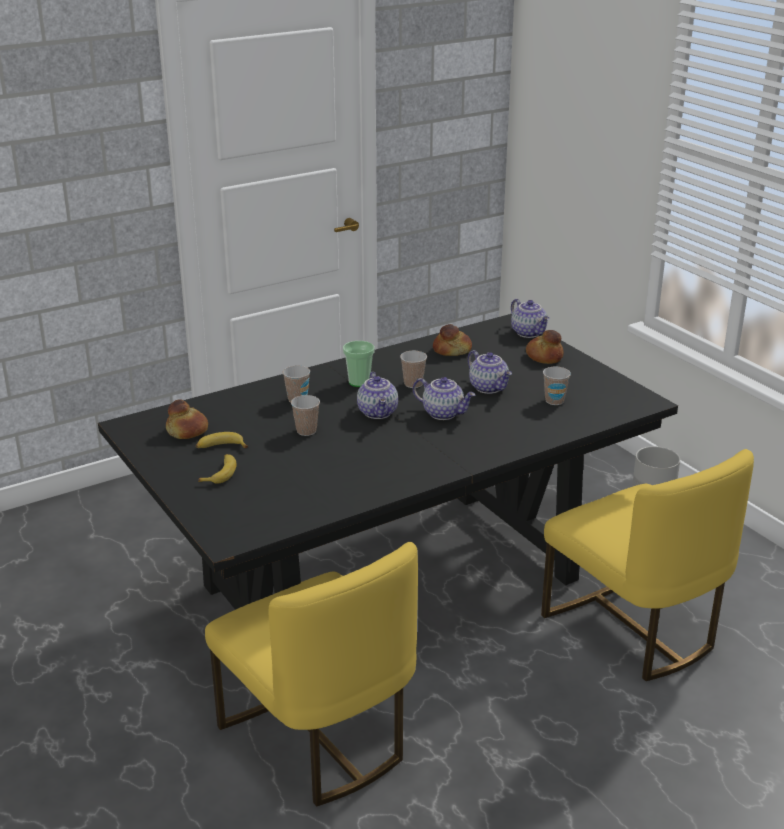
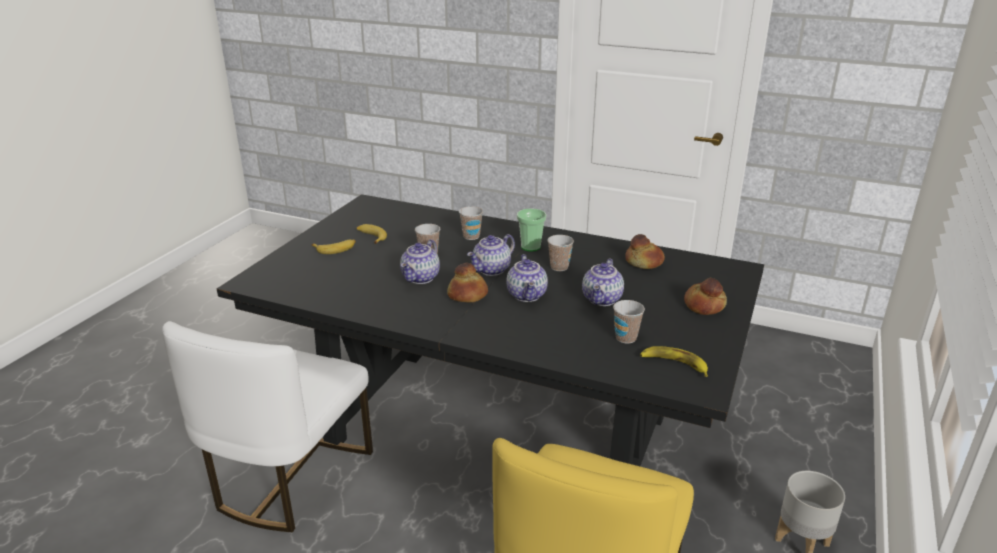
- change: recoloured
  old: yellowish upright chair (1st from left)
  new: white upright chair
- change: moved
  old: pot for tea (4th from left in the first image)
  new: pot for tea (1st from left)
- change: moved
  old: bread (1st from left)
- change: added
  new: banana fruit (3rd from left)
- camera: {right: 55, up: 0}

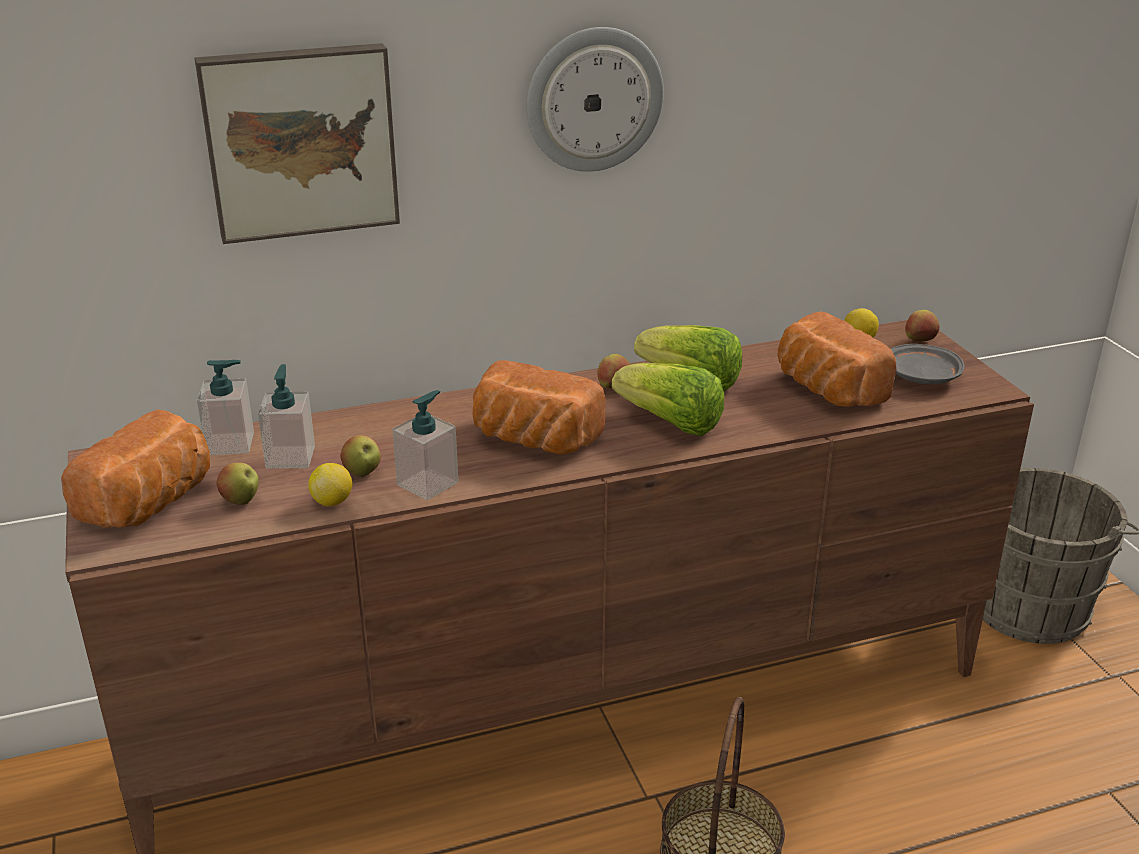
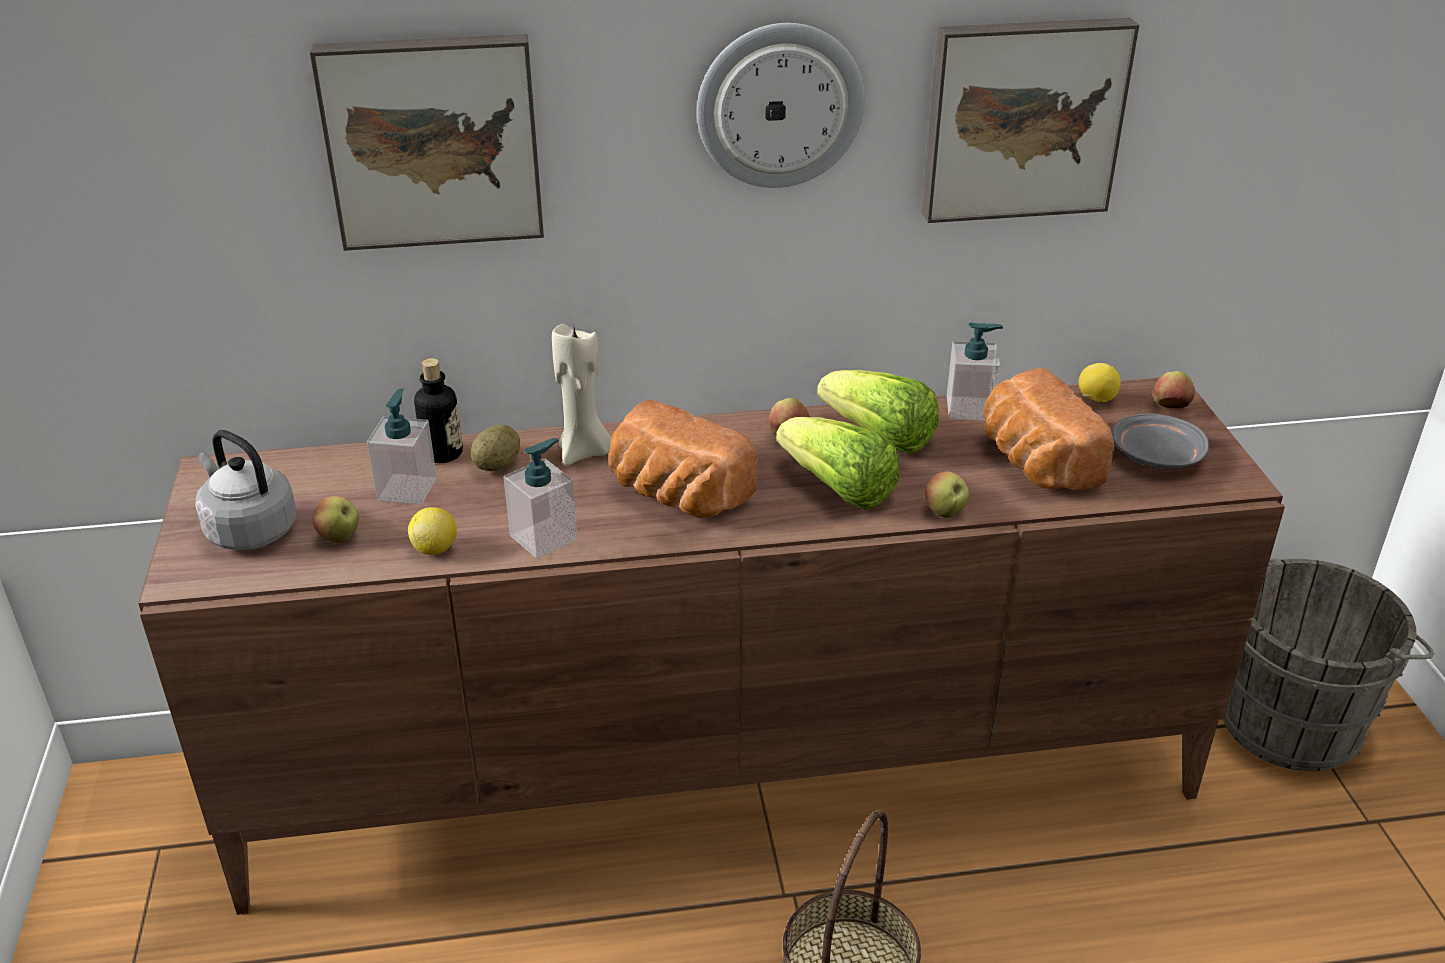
- change: replaced
  old: bread (1st from left)
  new: greyish kettle
- change: added
  new: beverage bottle
- change: added
  new: spud
- change: added
  new: sand-coloured wax candle
- change: added
  new: picture (2nd from left)
- change: moved
  old: apple fruit (2nd from left in the first image)
  new: apple fruit (3rd from left)
- change: moved
  old: soap dispenser (1st from left in the first image)
  new: soap dispenser (3rd from left)
- camera: {right: 10, up: 5}

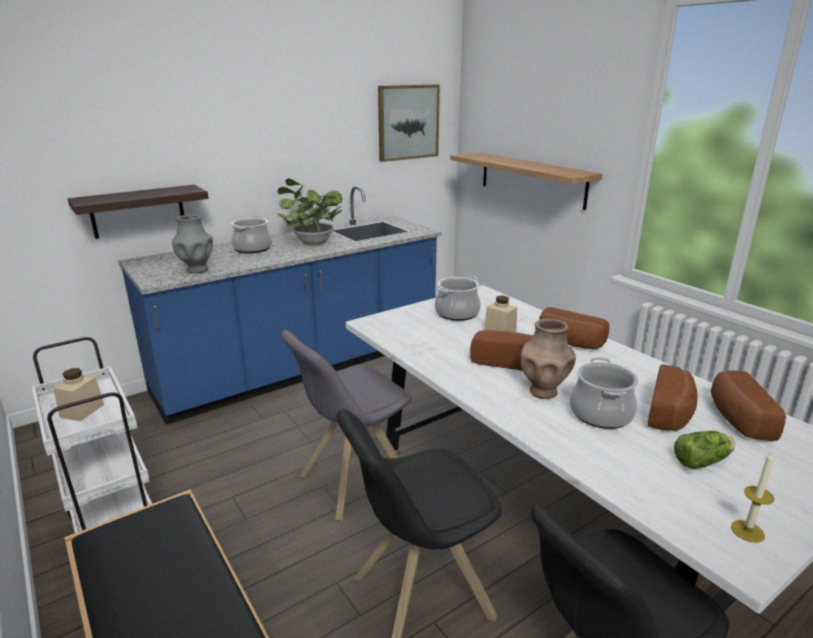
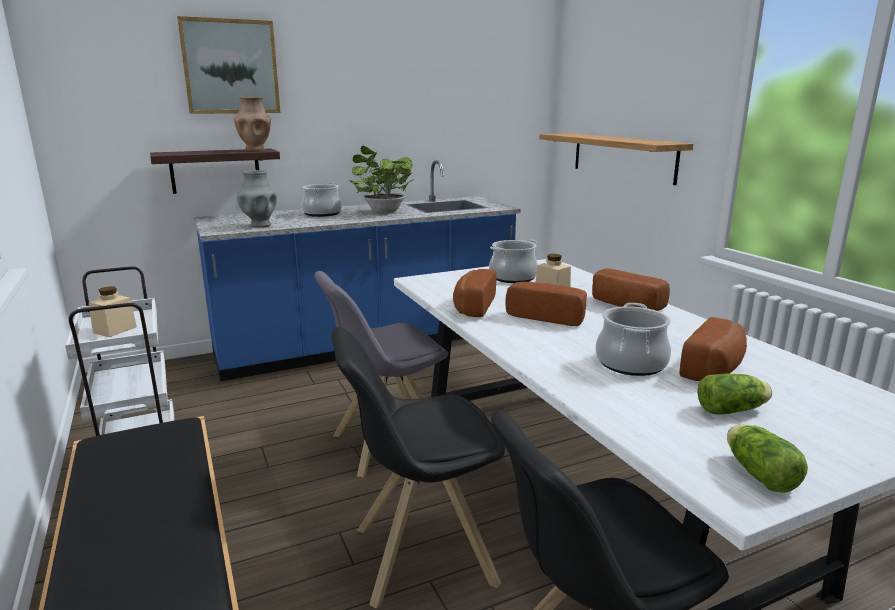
- change: moved
  old: picture
- change: moved
  old: brown flower vase
- change: moved
  old: bread (4th from left in the first image)
  new: bread (1st from left)
- change: replaced
  old: wax candle
  new: head of lettuce (2nd from left)
- camera: {right: 10, up: -5}

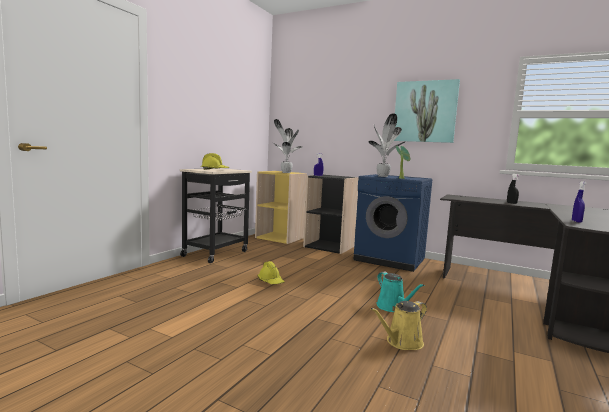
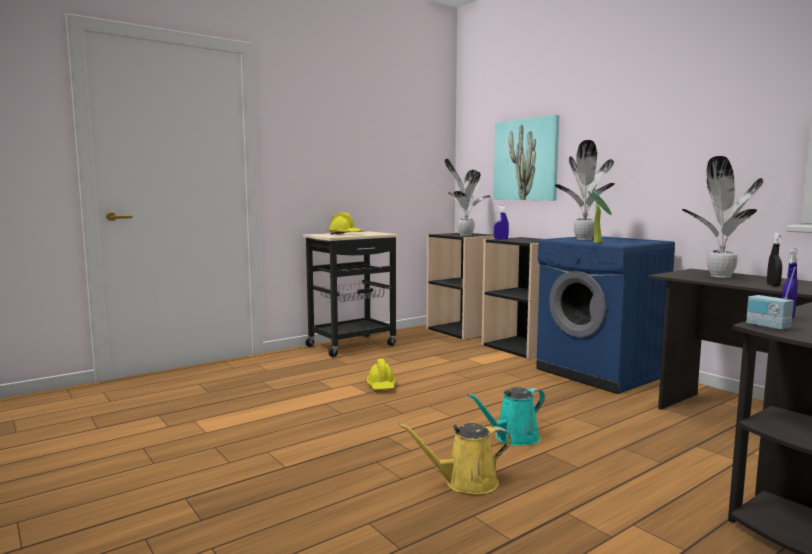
- change: recoloured
  old: yellowish bookcase
  new: black bookcase (1st from left)
- change: turned
  old: turquoise sprinkling can
  degrees: 60
- change: moved
  old: picture
- change: added
  new: houseplant (4th from left)
- change: added
  new: radio
- camera: {right: 25, up: 0}

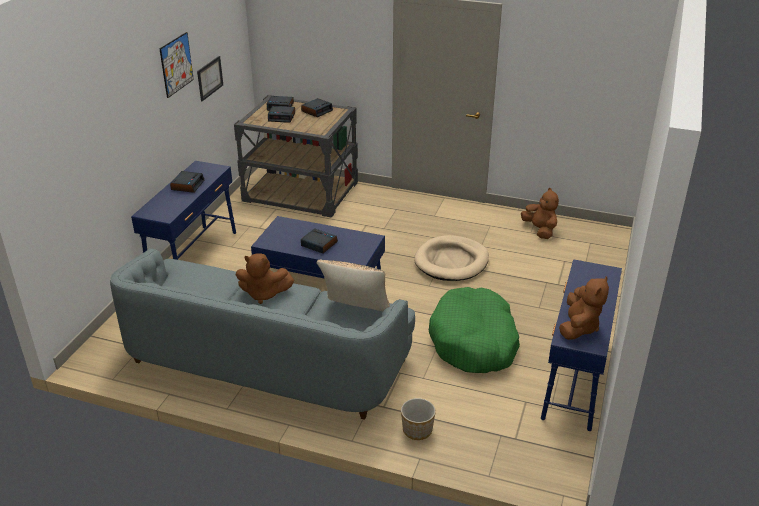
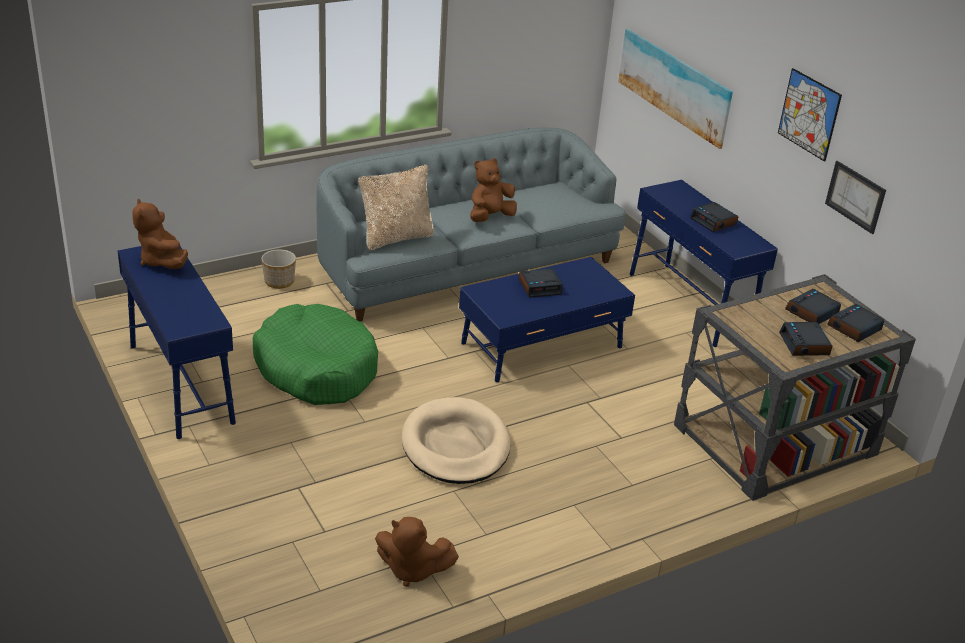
- change: added
  new: picture (1st from left)
- camera: {right: 130, up: 0}

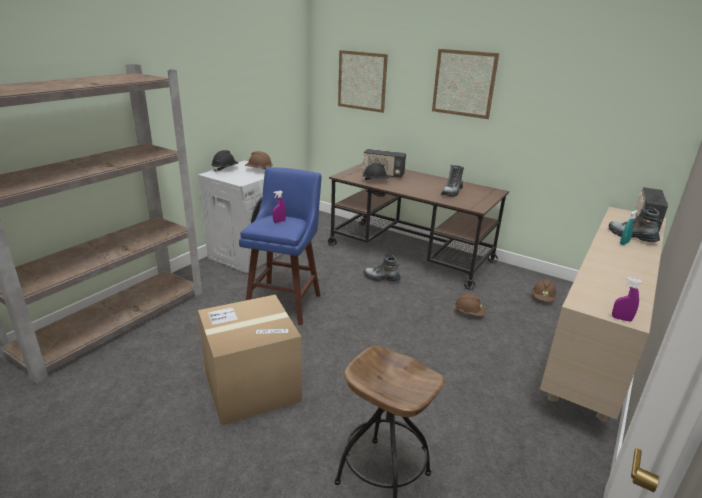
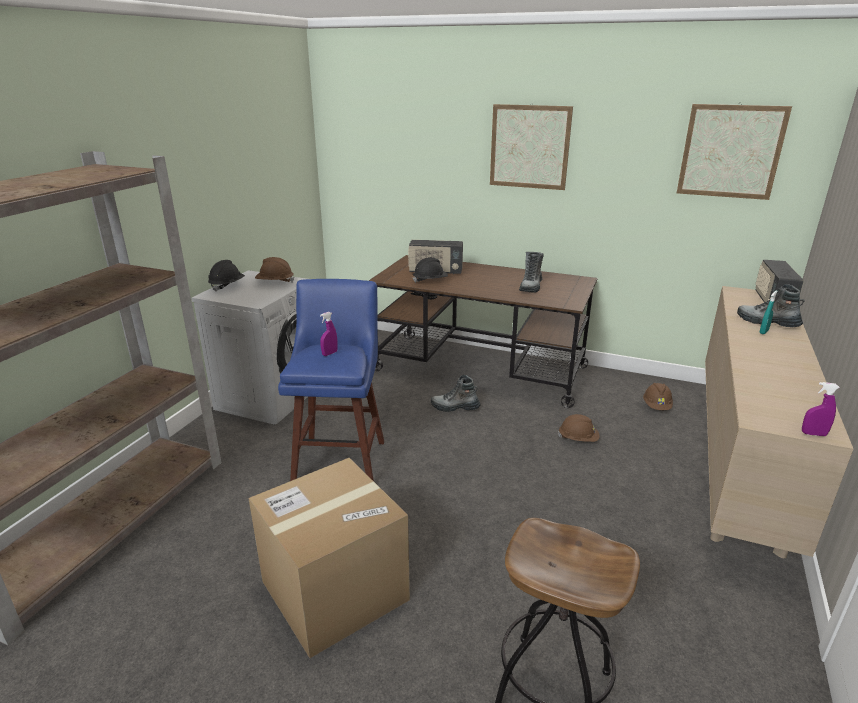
- change: moved
  old: picture (1st from left in the first image)
  new: picture (2nd from left)
- camera: {right: -10, up: 0}

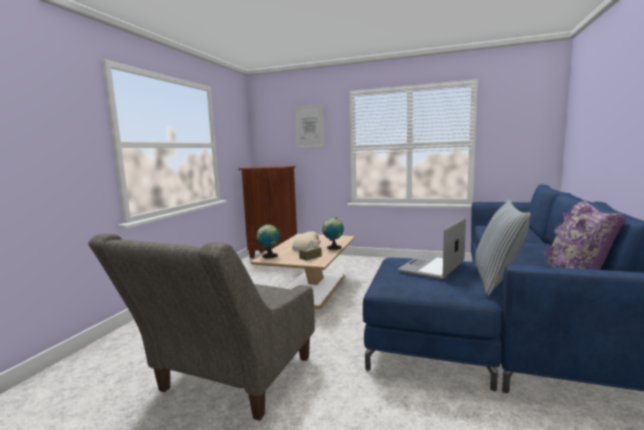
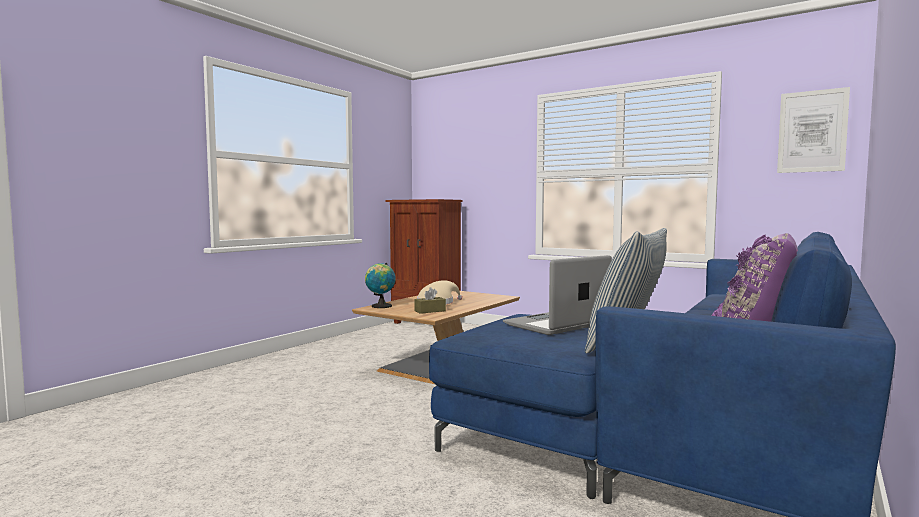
- change: moved
  old: picture
- change: removed
  old: greyish easy chair
- change: removed
  old: desk globe (2nd from left)
- camera: {right: 15, up: -5}

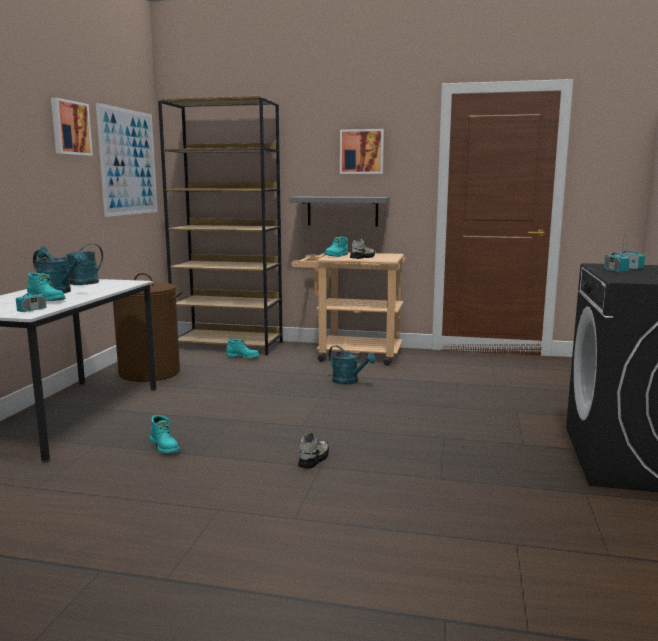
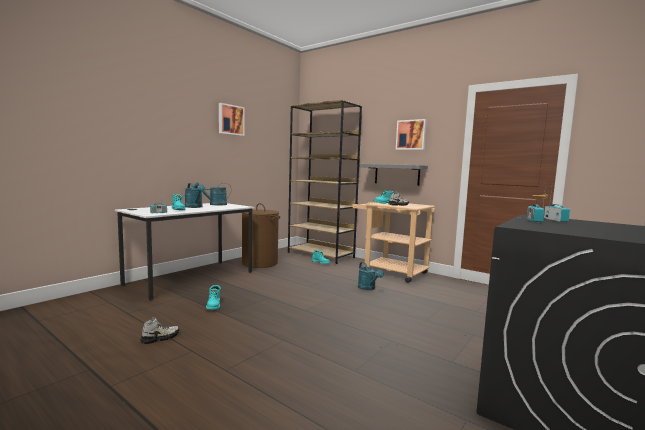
- change: moved
  old: item of footwear (1st from left)
- change: removed
  old: picture (2nd from left)
- camera: {right: 25, up: -5}

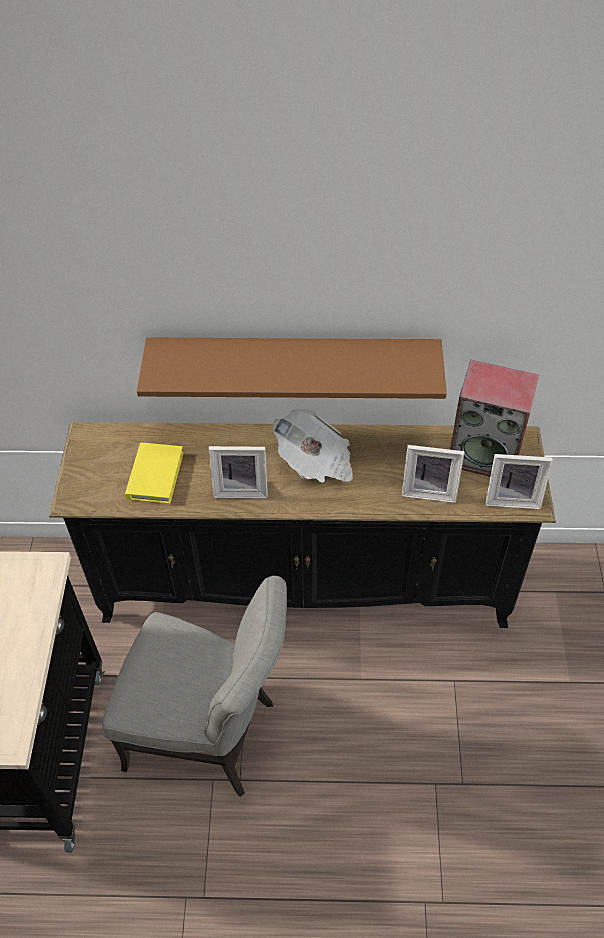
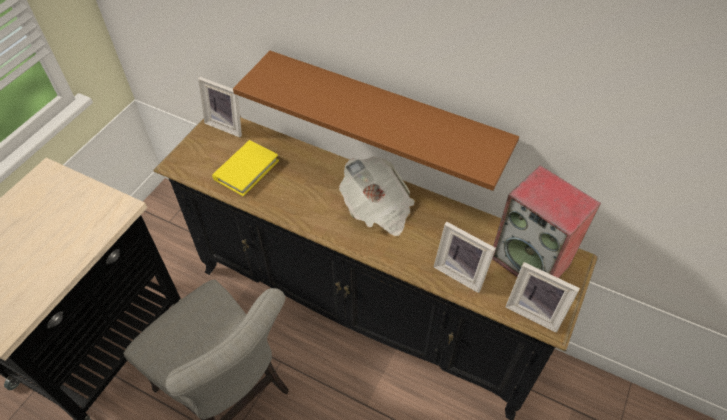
- change: moved
  old: picture frame (1st from left)
- camera: {right: 25, up: 0}

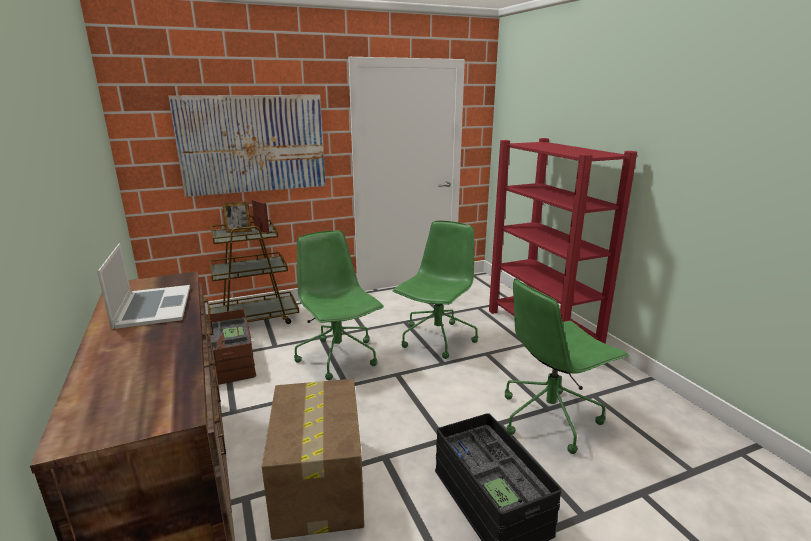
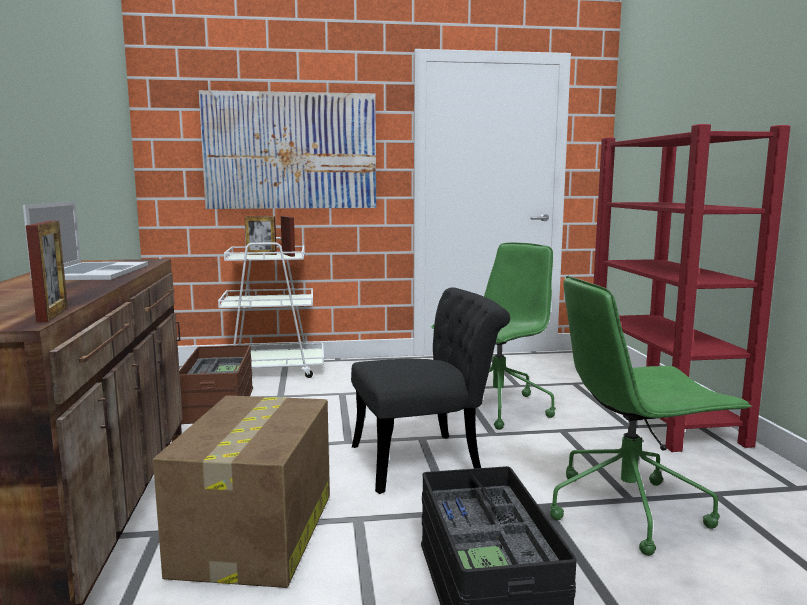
- change: added
  new: picture frame (1st from left)
- change: recoloured
  old: brown cart
  new: white cart
- change: added
  new: black upright chair
- change: removed
  old: green-coloured office chair (1st from left)
- camera: {right: 15, up: -10}

